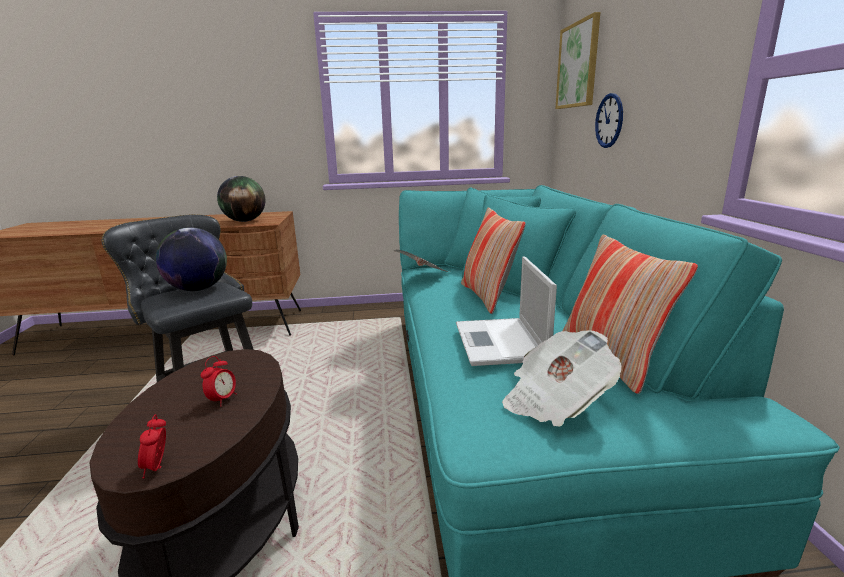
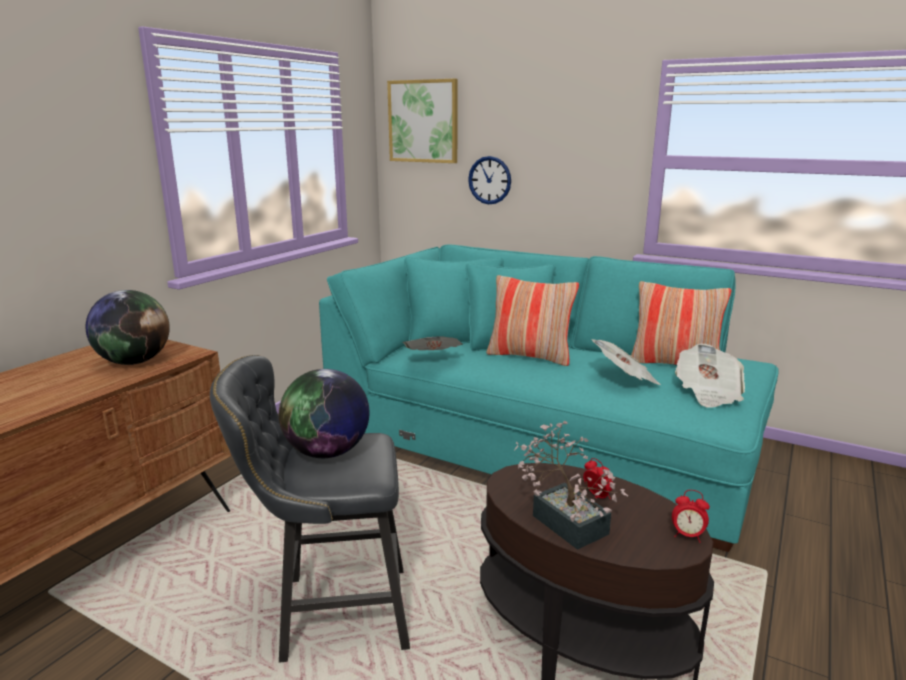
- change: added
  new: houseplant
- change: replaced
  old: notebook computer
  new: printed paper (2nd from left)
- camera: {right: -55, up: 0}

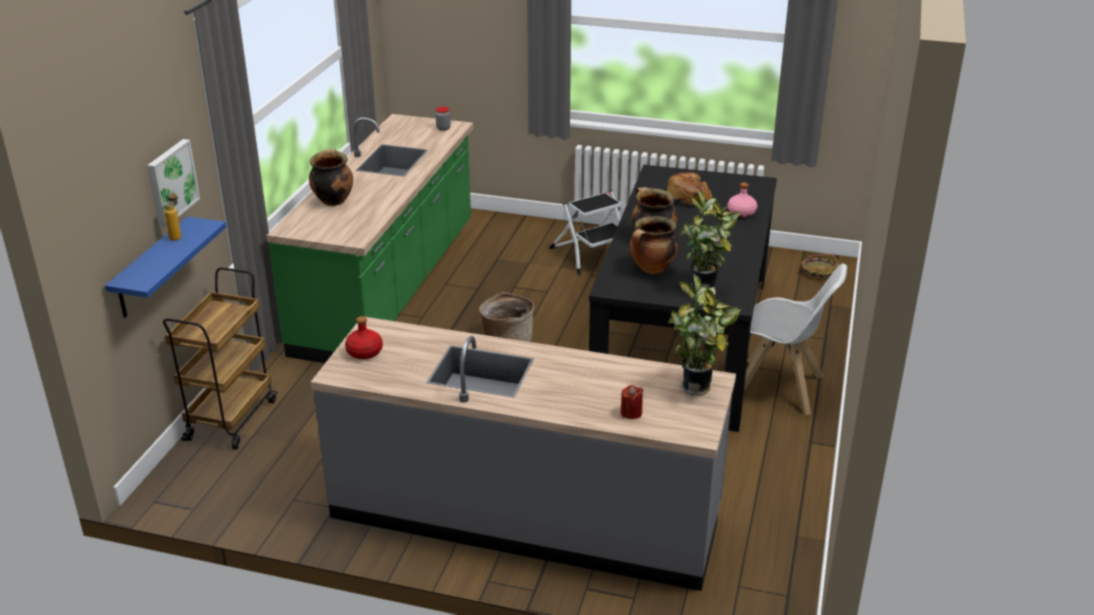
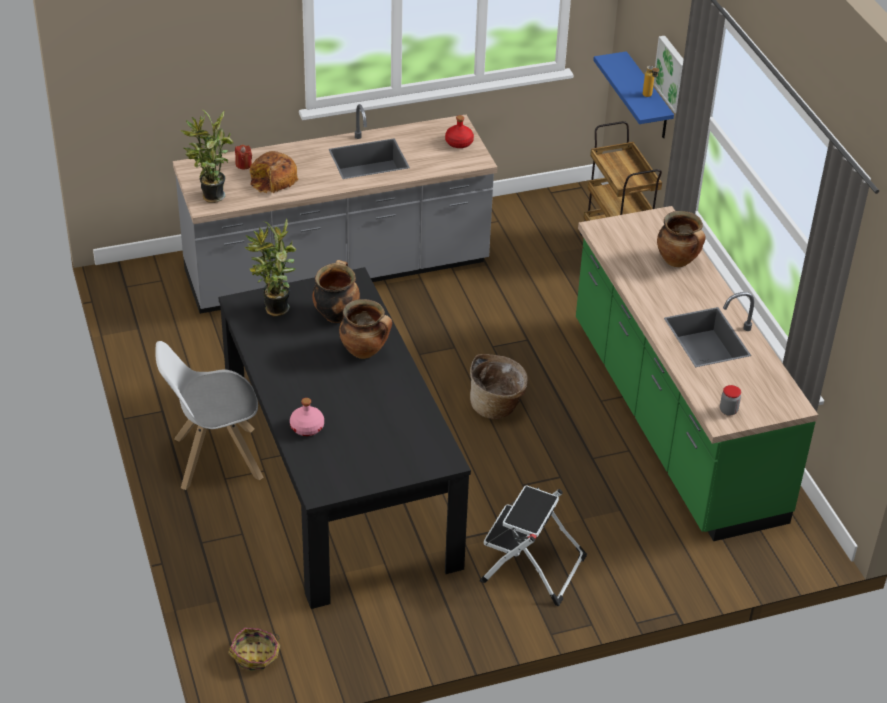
- change: moved
  old: bread
- camera: {right: 145, up: 10}

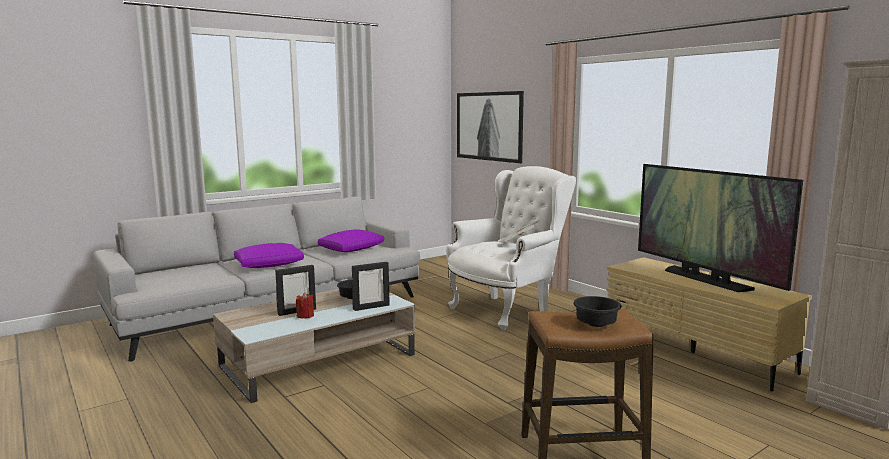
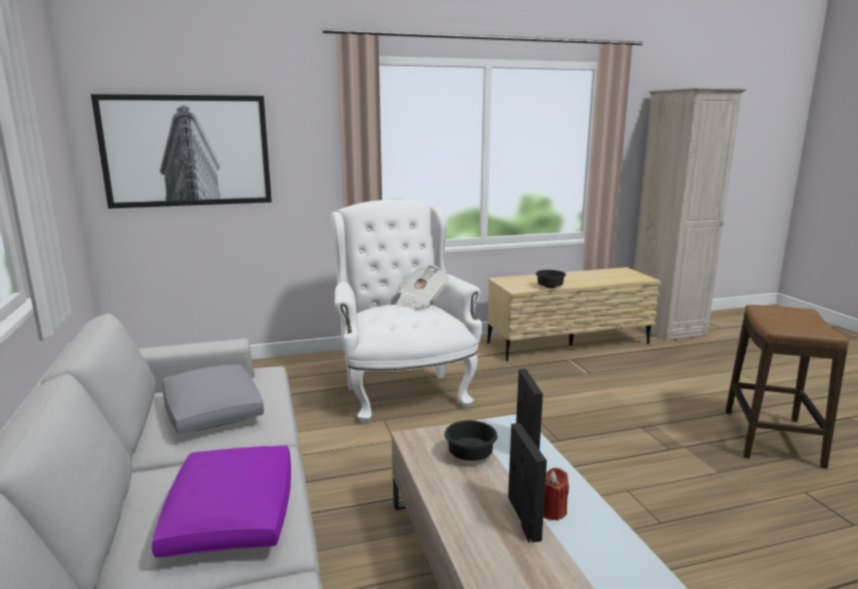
- change: recoloured
  old: purple throw pillow (2nd from left)
  new: greyish throw pillow
- change: moved
  old: black serving bowl (2nd from left)
- change: removed
  old: television
- camera: {right: -70, up: 5}

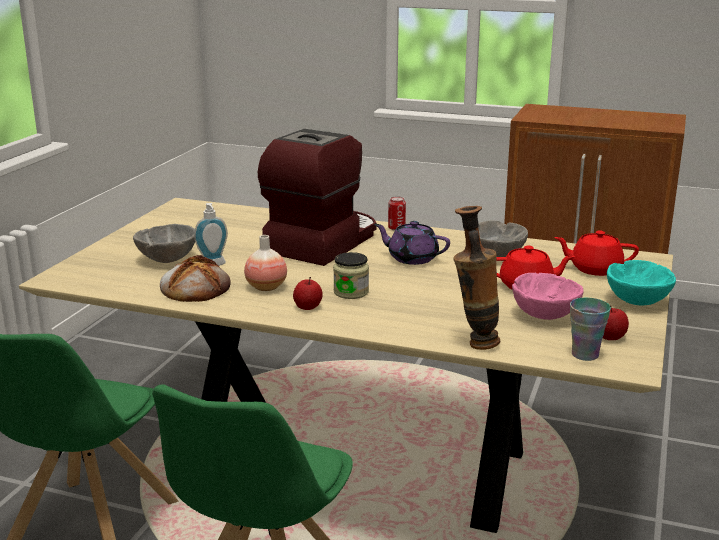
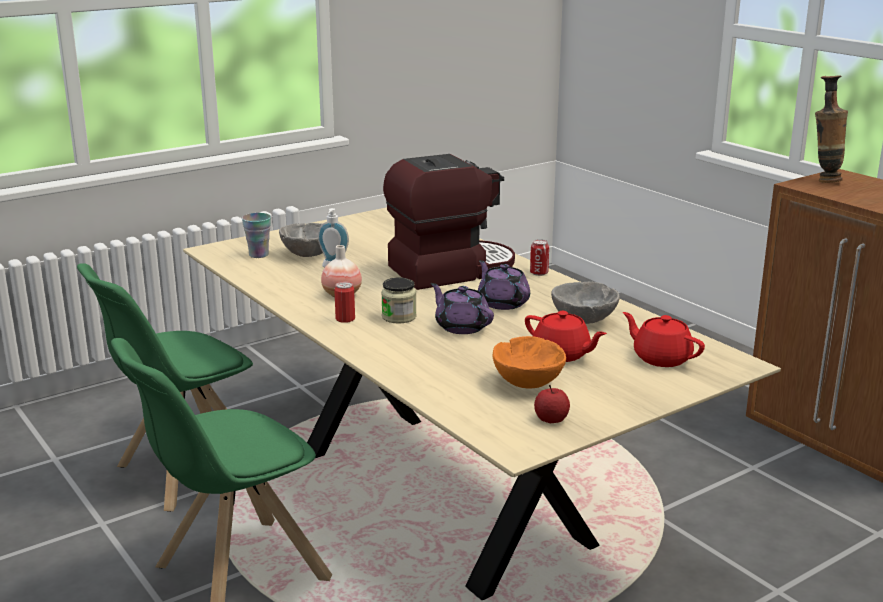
- change: moved
  old: drinking cup
- change: replaced
  old: apple fruit (1st from left)
  new: metal can (1st from left)
- change: added
  new: purple pot for tea (1st from left)
- change: recoloured
  old: pink serving bowl
  new: orange serving bowl
- change: moved
  old: flower vase (2nd from left)
- change: removed
  old: bread
- change: removed
  old: turquoise serving bowl
- camera: {right: 35, up: 0}

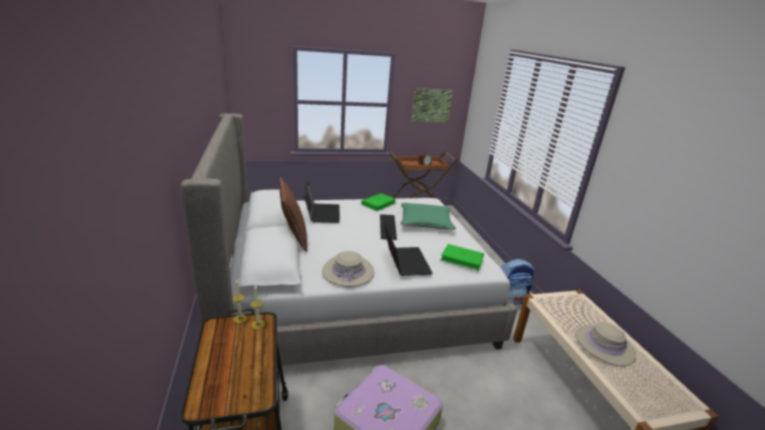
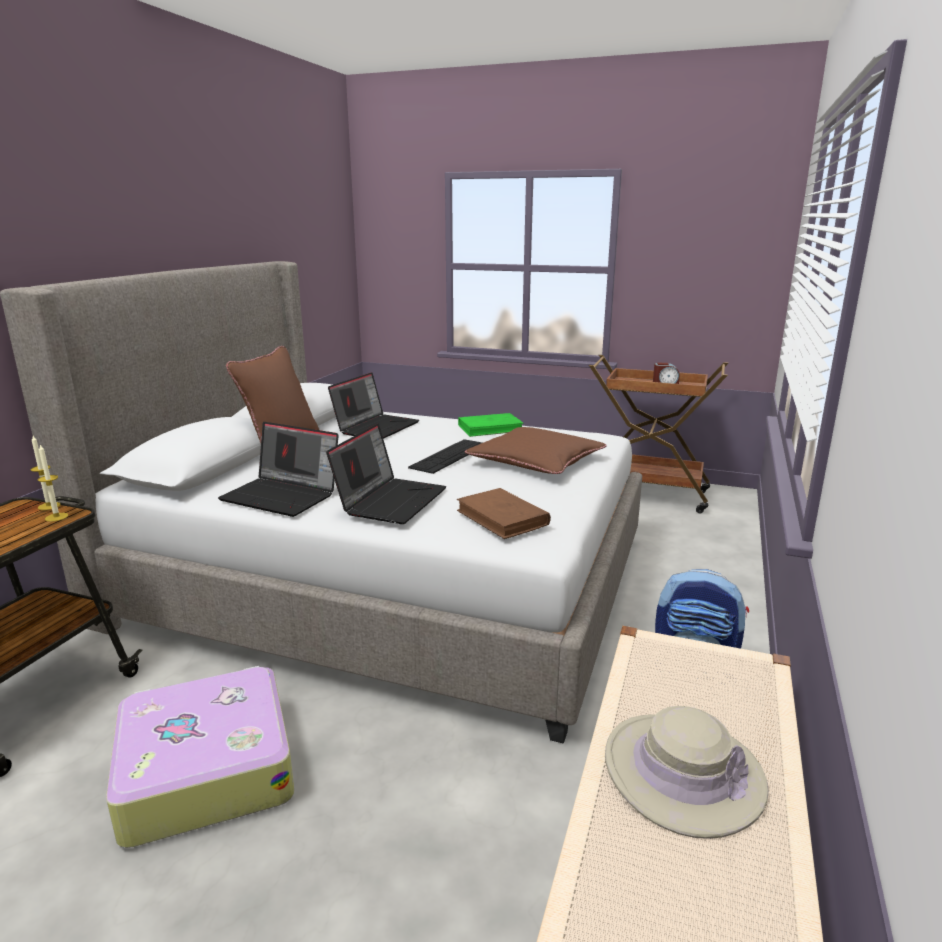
- change: replaced
  old: sand-coloured clothing hat (1st from left)
  new: notebook computer (1st from left)
- change: recoloured
  old: green-coloured book (2nd from left)
  new: brown book
- change: recoloured
  old: green-coloured throw pillow
  new: brown throw pillow (2nd from left)
- change: removed
  old: picture
- camera: {right: 35, up: -5}

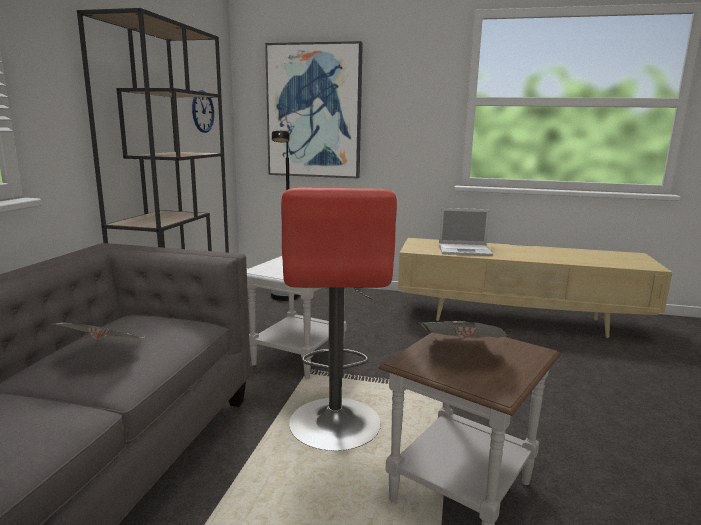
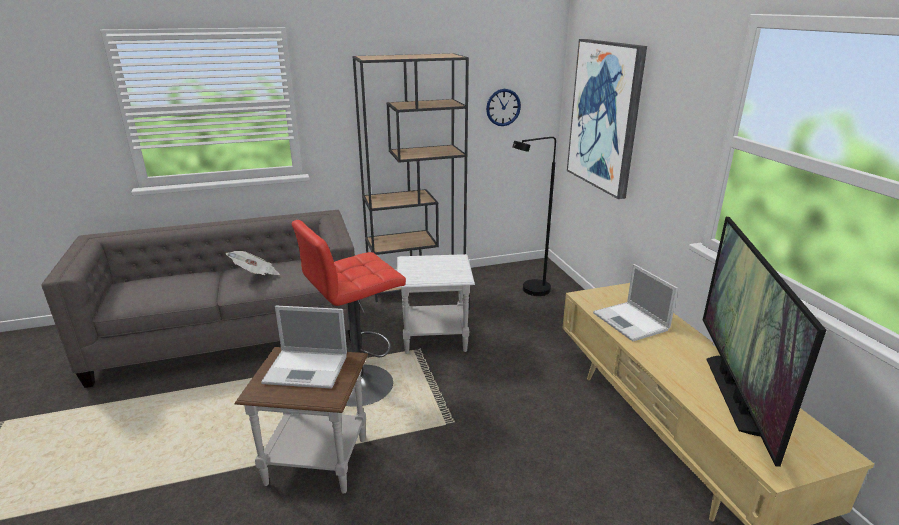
- change: replaced
  old: printed paper (2nd from left)
  new: notebook computer (1st from left)
- change: added
  new: television
- camera: {right: 60, up: 10}

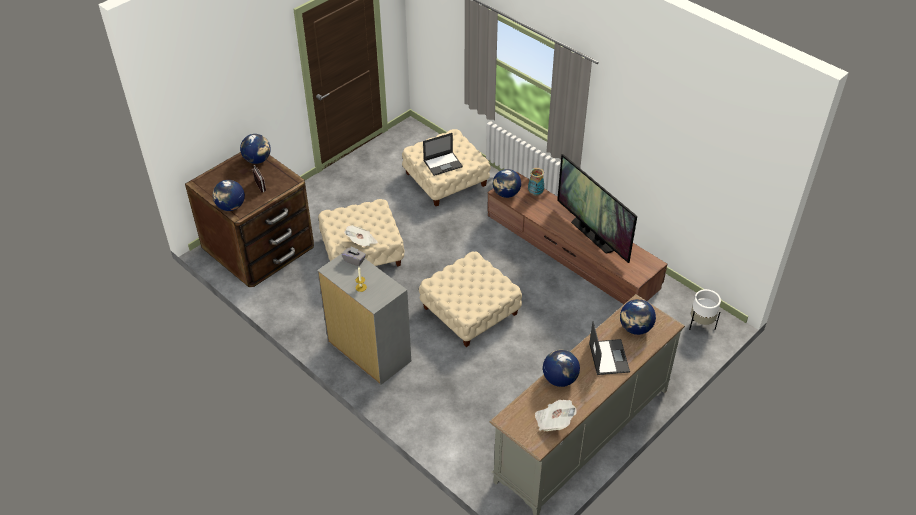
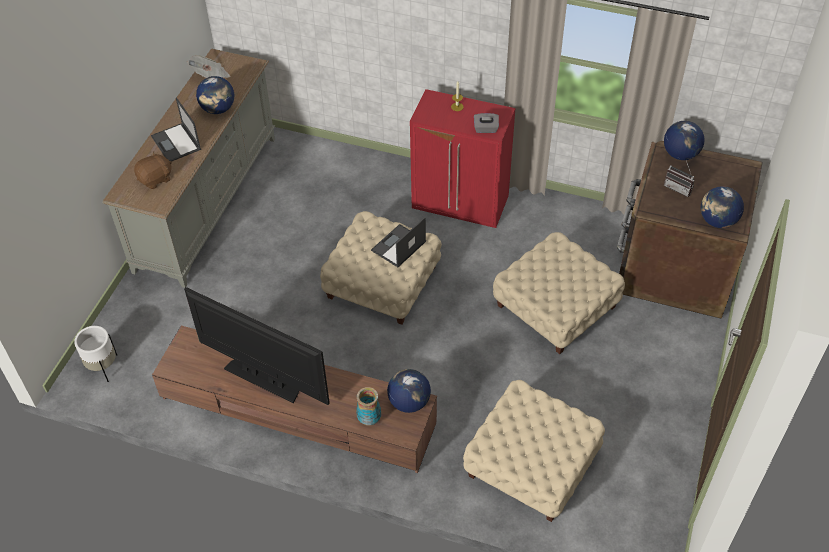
- change: replaced
  old: desk globe (5th from left)
  new: brown soft toy
- change: moved
  old: notebook computer (1st from left in the first image)
  new: notebook computer (2nd from left)
- change: recoloured
  old: greyish cupboard (1st from left)
  new: reddish cupboard
- change: removed
  old: printed paper (1st from left)
- camera: {right: 155, up: 5}

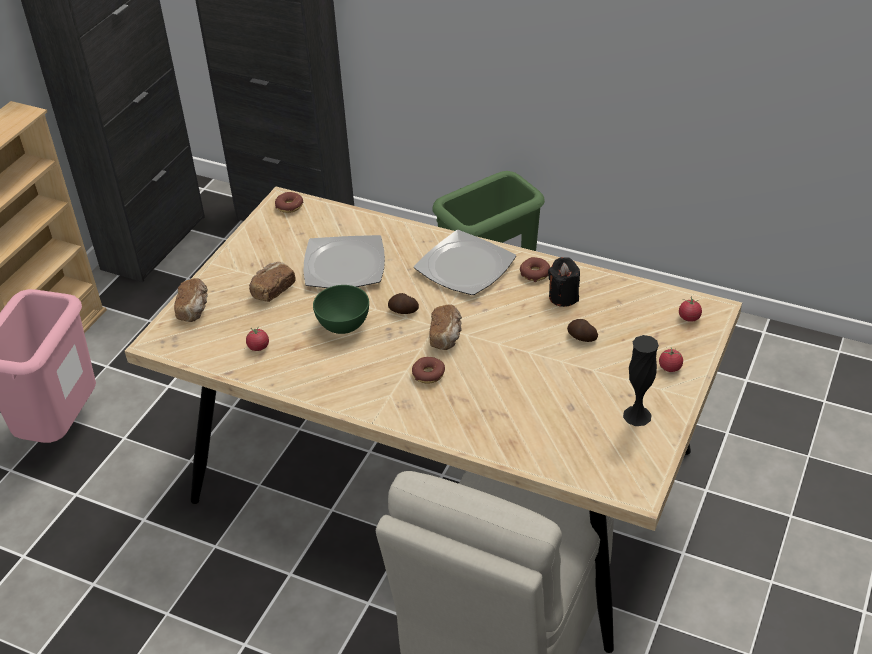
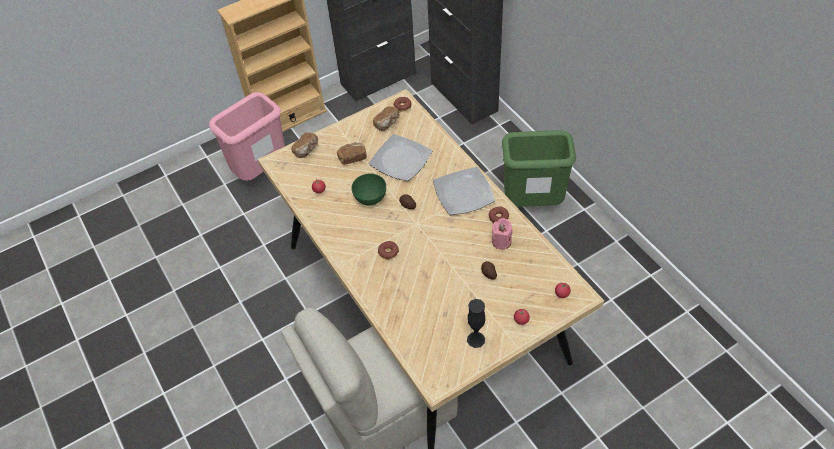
- change: moved
  old: bread (3rd from left)
- change: recoloured
  old: black wax candle
  new: pink wax candle
- camera: {right: 35, up: 10}

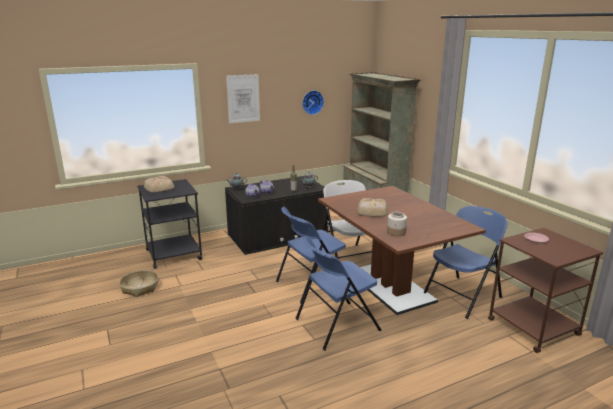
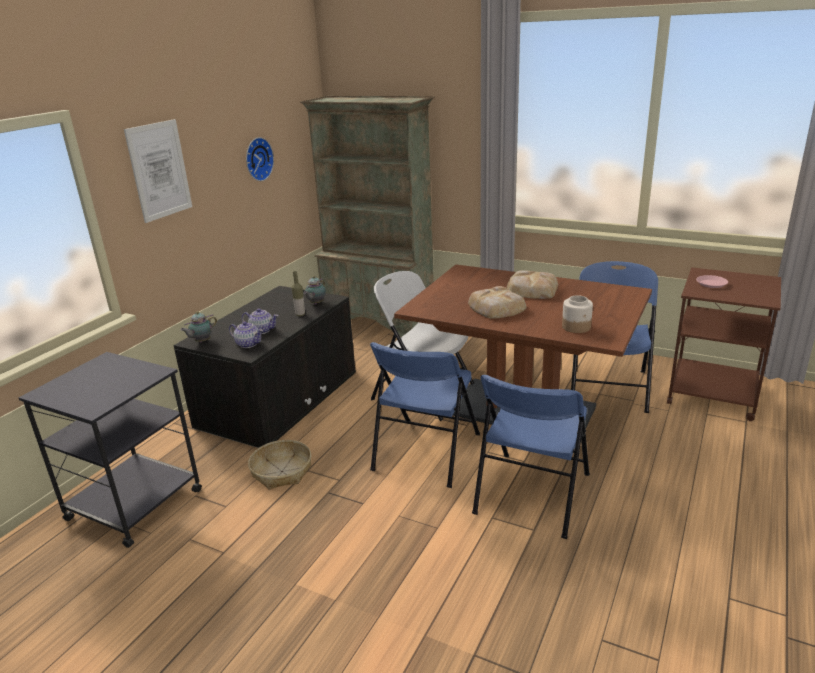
- change: moved
  old: storage basket
- change: moved
  old: bread (1st from left in the first image)
  new: bread (2nd from left)
- camera: {right: -35, up: 5}

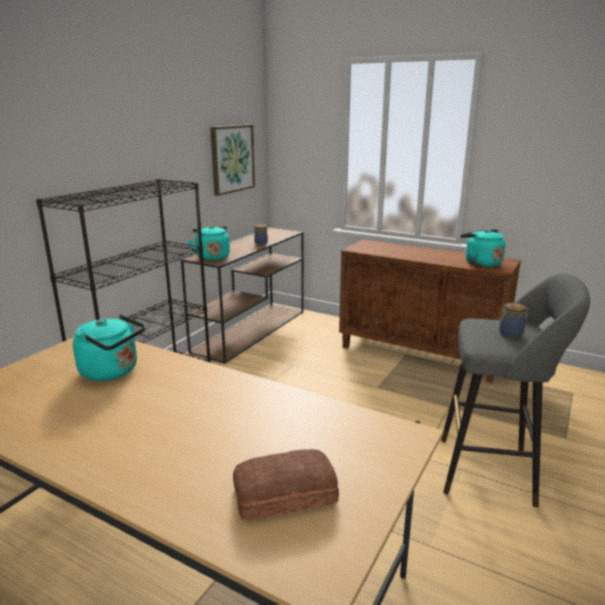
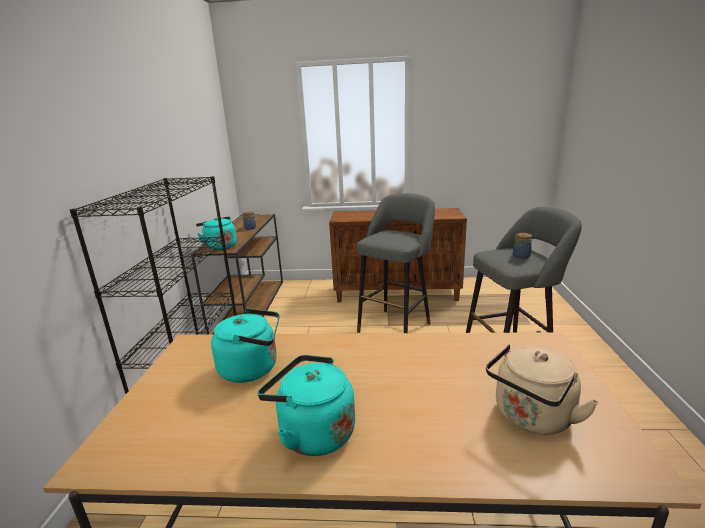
- change: moved
  old: turquoise kettle (3rd from left)
- change: added
  new: greyish stool (1st from left)
- change: replaced
  old: bread
  new: sand-coloured kettle
- change: removed
  old: picture
- camera: {right: -25, up: 0}

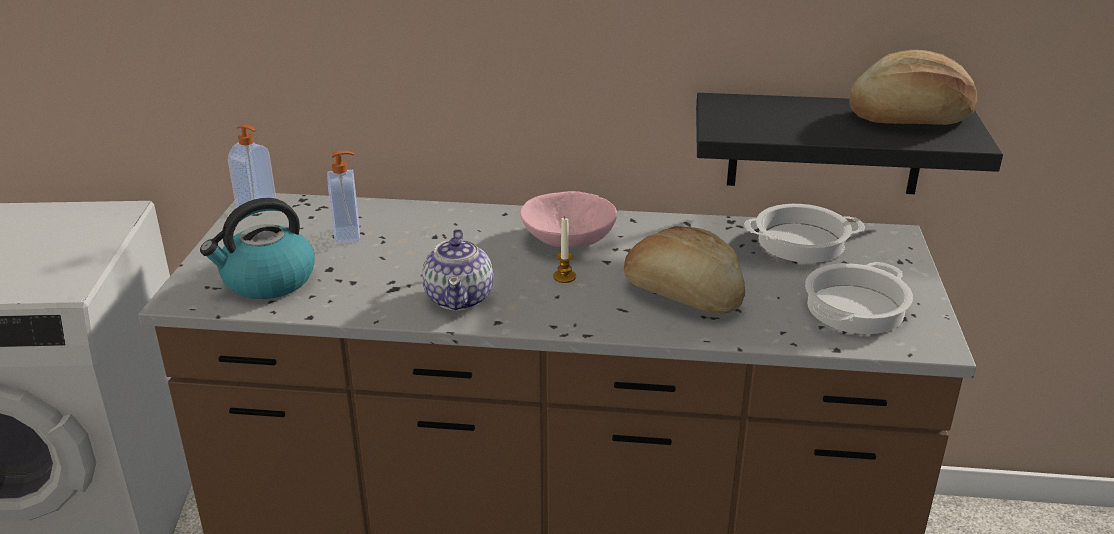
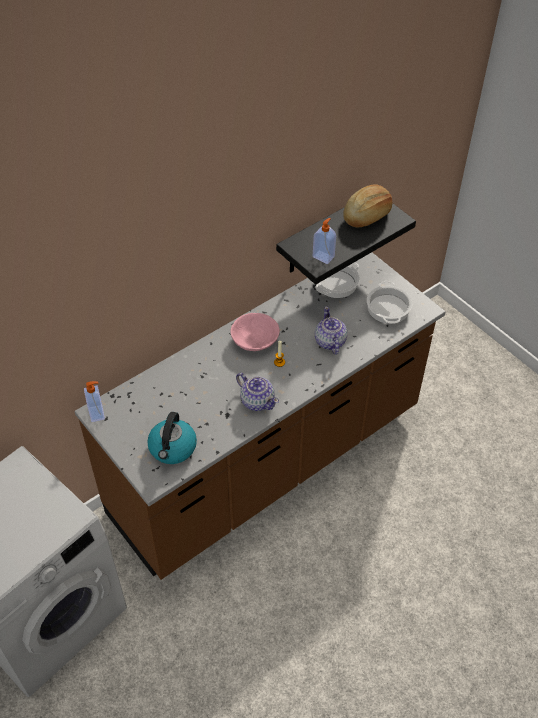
- change: moved
  old: soap dispenser (2nd from left)
- change: replaced
  old: bread (1st from left)
  new: pot for tea (2nd from left)
- camera: {right: -45, up: 20}

